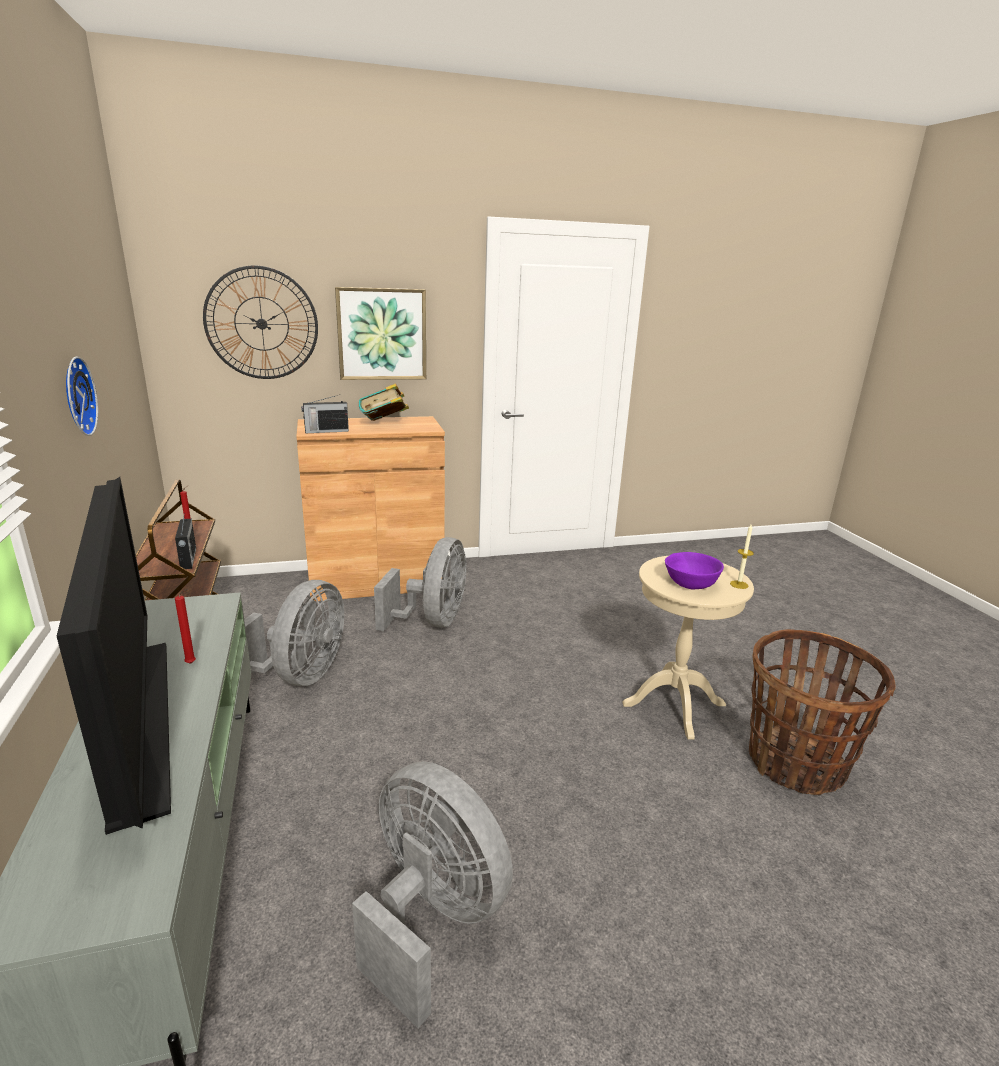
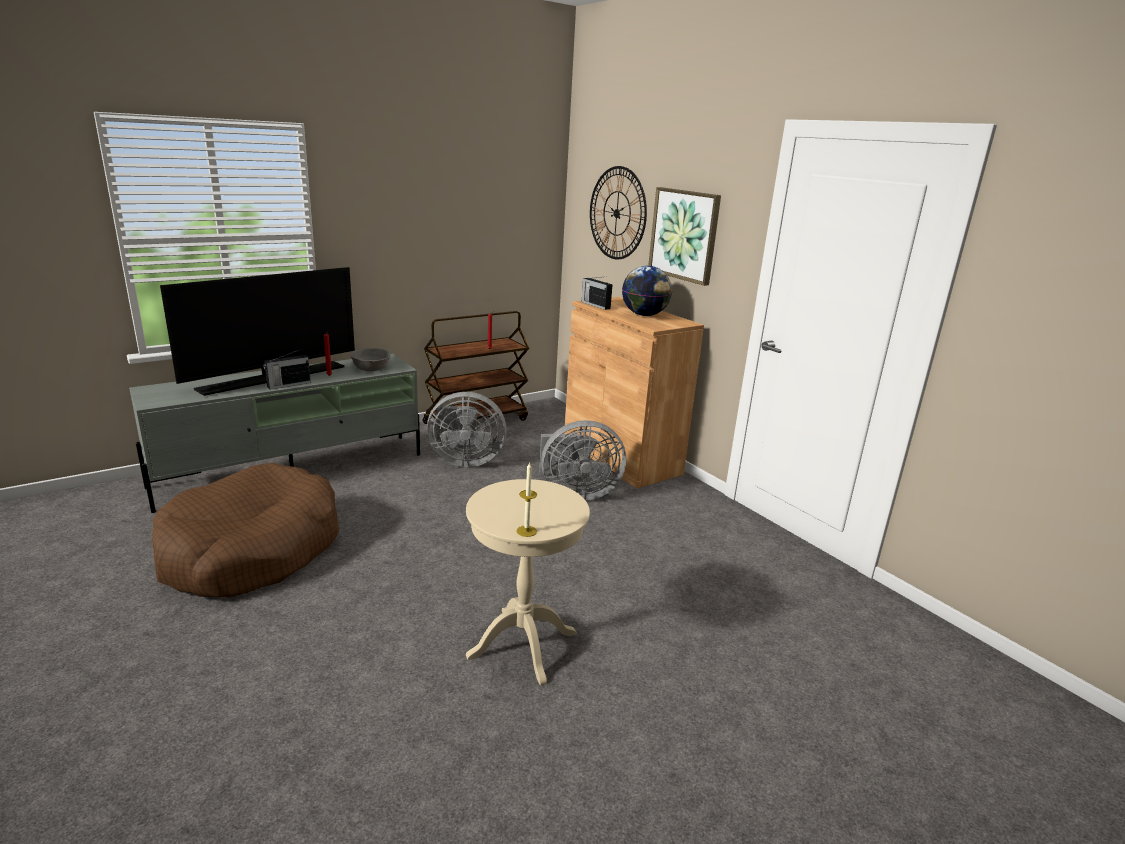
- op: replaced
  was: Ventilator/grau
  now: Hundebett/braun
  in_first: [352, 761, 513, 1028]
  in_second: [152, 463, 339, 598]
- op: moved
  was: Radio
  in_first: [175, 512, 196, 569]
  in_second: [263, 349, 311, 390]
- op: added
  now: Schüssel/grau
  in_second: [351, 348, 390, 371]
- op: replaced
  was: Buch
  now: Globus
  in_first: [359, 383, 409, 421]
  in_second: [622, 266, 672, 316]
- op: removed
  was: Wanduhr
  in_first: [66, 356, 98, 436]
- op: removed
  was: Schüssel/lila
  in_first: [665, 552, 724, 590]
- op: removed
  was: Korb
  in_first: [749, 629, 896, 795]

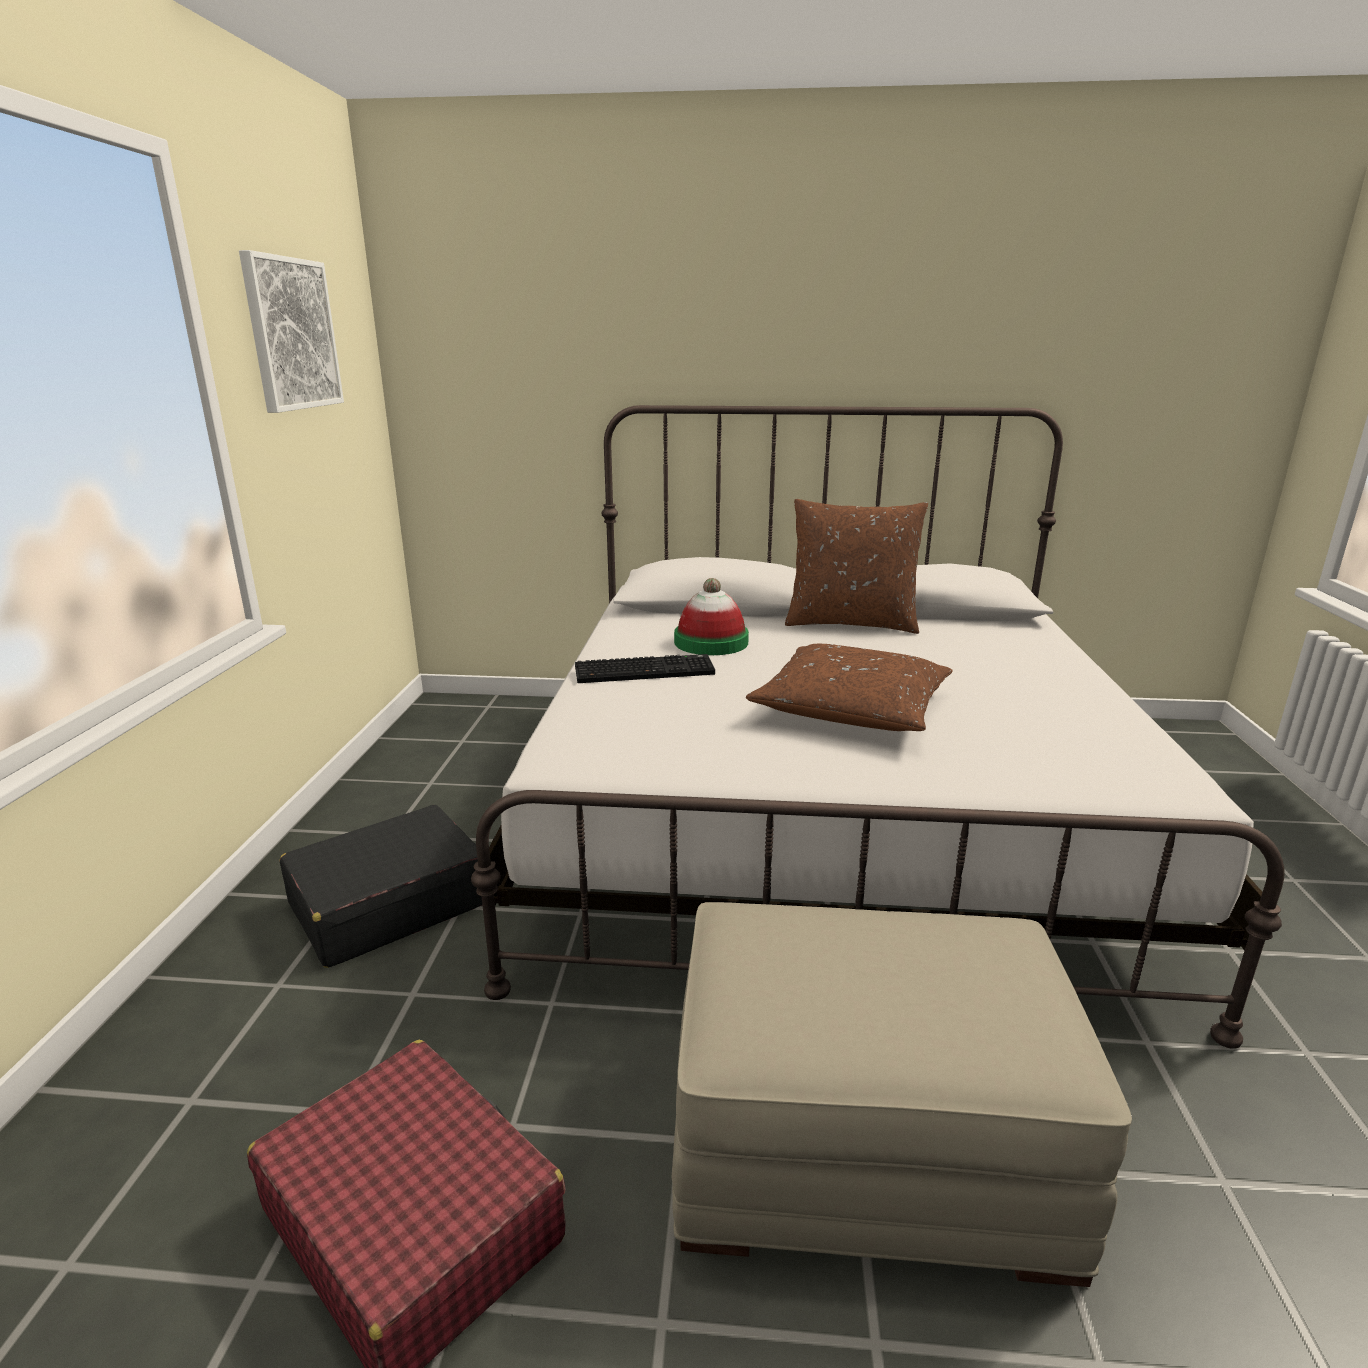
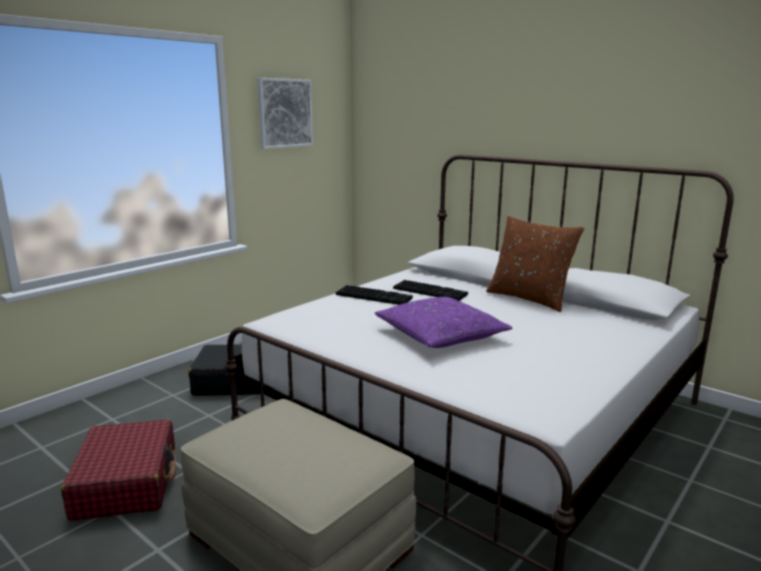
- op: recoloured
  was: Kissen/braun
  now: Kissen/lila
  in_first: [746, 644, 953, 731]
  in_second: [375, 297, 512, 348]
- op: replaced
  was: Hut
  now: Tastatur
  in_first: [674, 578, 749, 655]
  in_second: [393, 280, 468, 301]

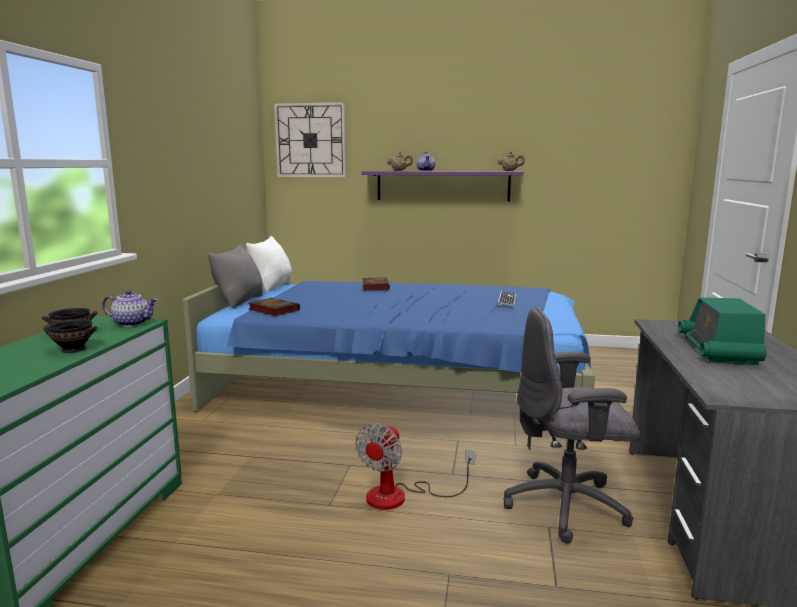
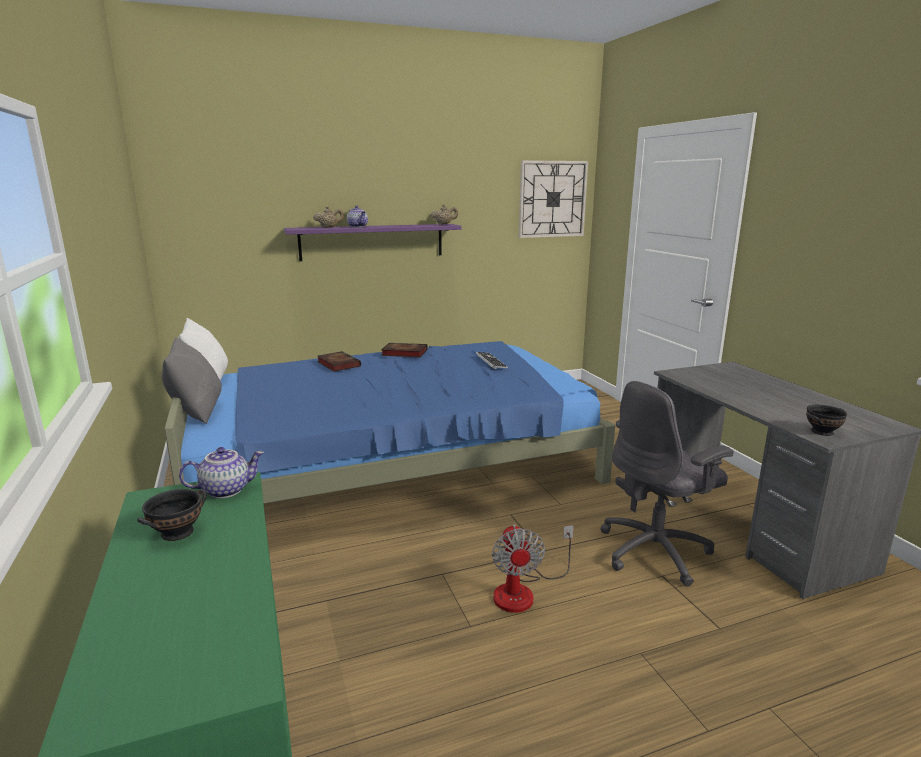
- op: moved
  was: Buch
  in_first: [248, 298, 300, 316]
  in_second: [381, 343, 428, 357]
- op: moved
  was: Wanduhr
  in_first: [274, 102, 346, 177]
  in_second: [519, 160, 588, 238]
- op: moved
  was: Schüssel/schwarz
  in_first: [44, 319, 97, 353]
  in_second: [806, 405, 847, 436]
- op: removed
  was: Radio
  in_first: [678, 298, 767, 365]

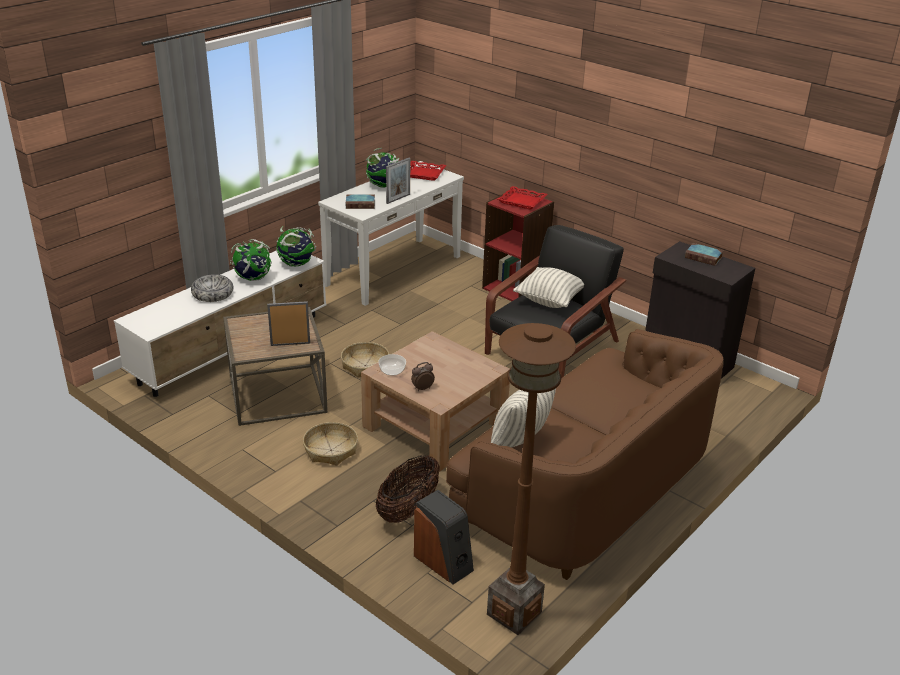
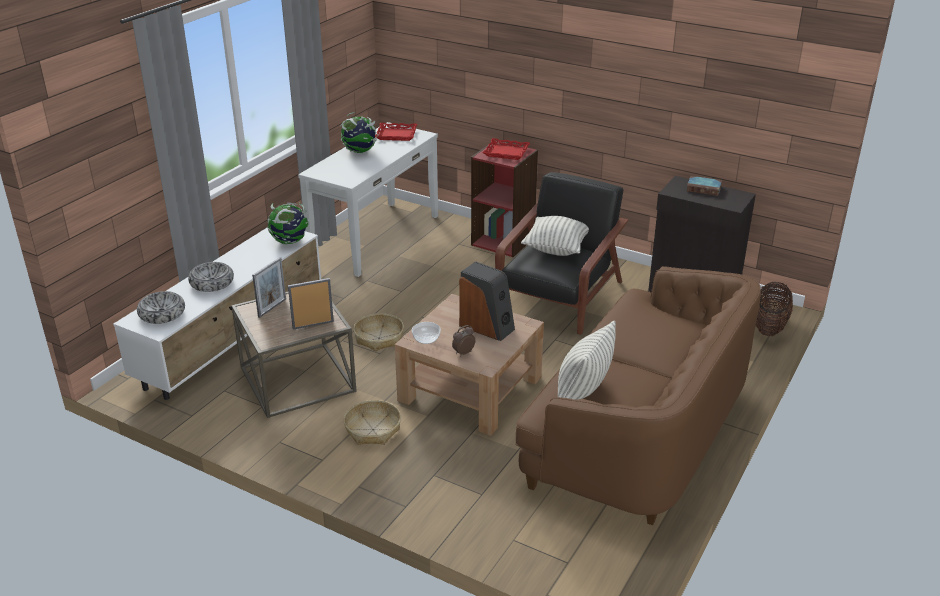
- op: added
  now: Schüssel
  in_second: [137, 291, 185, 324]
- op: moved
  was: Bilderrahmen
  in_first: [386, 158, 410, 204]
  in_second: [252, 257, 286, 318]
- op: moved
  was: Lautsprecher
  in_first: [414, 490, 474, 585]
  in_second: [459, 262, 515, 341]
- op: moved
  was: Korb
  in_first: [376, 455, 440, 523]
  in_second: [756, 282, 793, 336]
- op: removed
  was: Globus
  in_first: [230, 239, 272, 281]
- op: removed
  was: Buch
  in_first: [346, 194, 375, 209]
- op: removed
  was: Stehlampe/braun
  in_first: [487, 323, 576, 635]

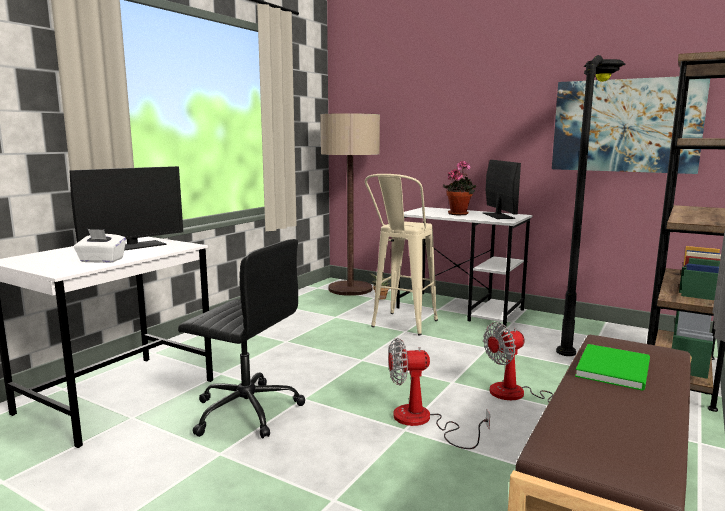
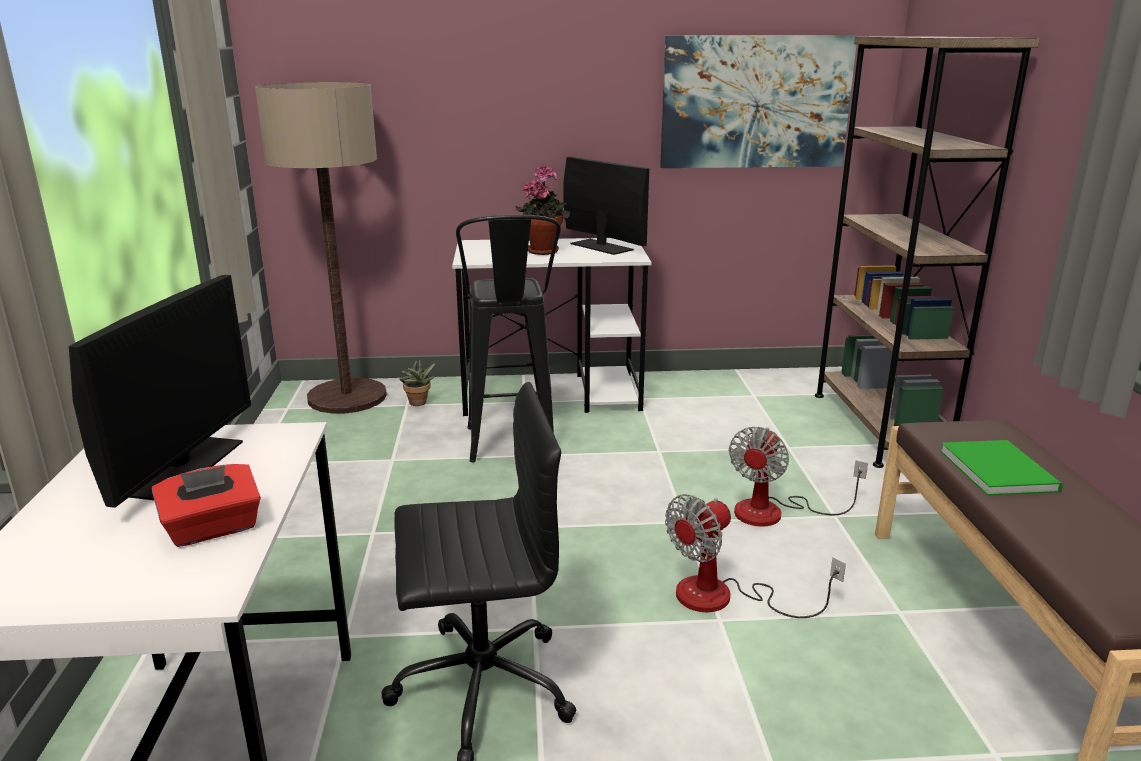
- op: recoloured
  was: Taschentuchbox/weiß
  now: Taschentuchbox/rot
  in_first: [74, 229, 126, 263]
  in_second: [152, 464, 261, 547]
- op: recoloured
  was: Hocker/beige
  now: Hocker/schwarz
  in_first: [365, 174, 438, 335]
  in_second: [456, 215, 561, 463]
- op: removed
  was: Stehlampe/schwarz
  in_first: [556, 55, 625, 356]

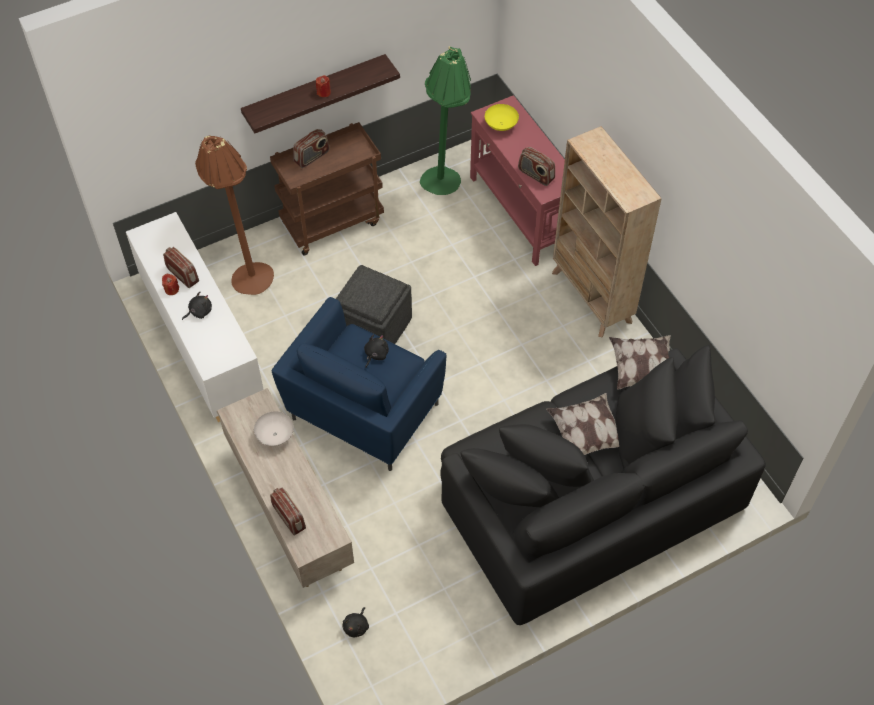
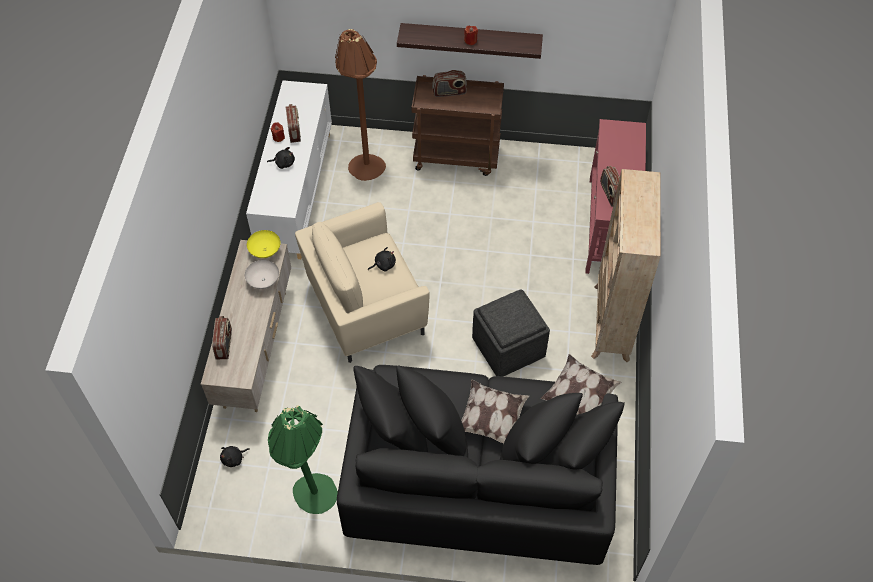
- op: moved
  was: Schüssel/gelb
  in_first: [485, 104, 519, 131]
  in_second: [247, 230, 280, 258]
- op: moved
  was: Stehlampe/grün
  in_first: [420, 46, 471, 195]
  in_second: [268, 405, 338, 514]
- op: recoloured
  was: Sessel/blau
  now: Sessel/beige
  in_first: [272, 297, 446, 471]
  in_second: [295, 202, 430, 363]
- op: moved
  was: Polsterhocker/grau
  in_first: [336, 265, 412, 344]
  in_second: [472, 289, 550, 377]

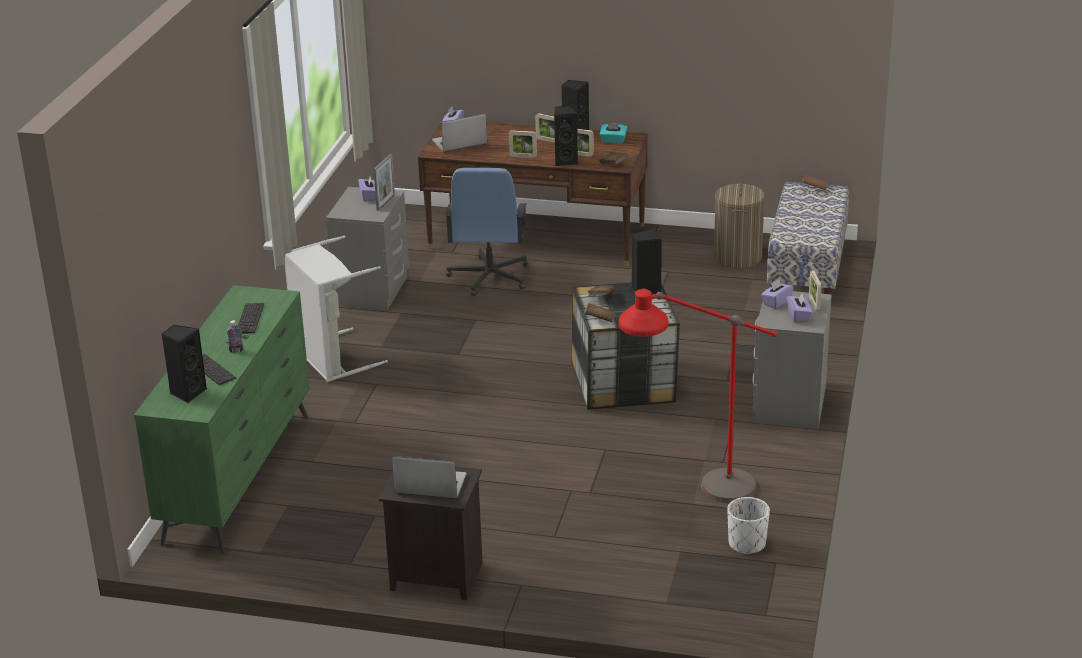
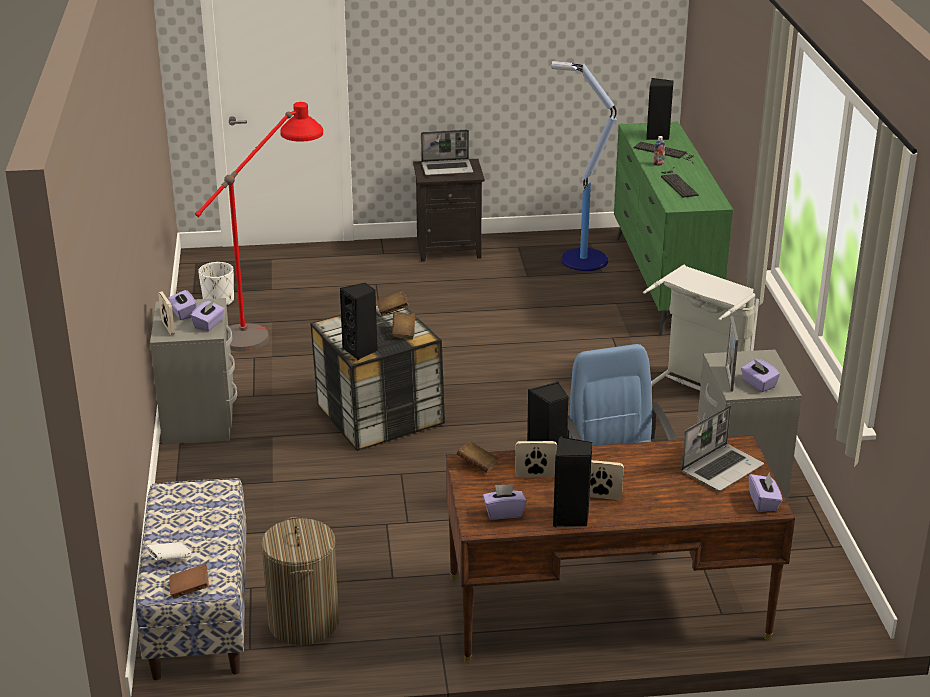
- op: added
  now: Buch/weiß
  in_second: [146, 542, 191, 560]
- op: recoloured
  was: Taschentuchbox/türkis
  now: Taschentuchbox/lila
  in_first: [600, 123, 627, 144]
  in_second: [483, 484, 527, 520]
- op: added
  now: Stehlampe
  in_second: [551, 61, 617, 271]
- op: removed
  was: Bilderrahmen
  in_first: [509, 130, 537, 158]

